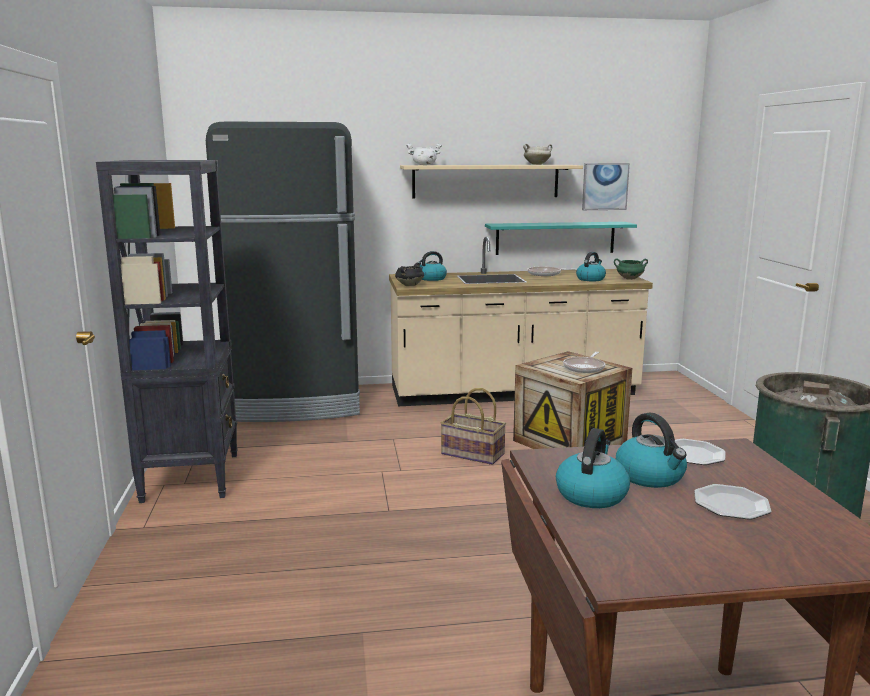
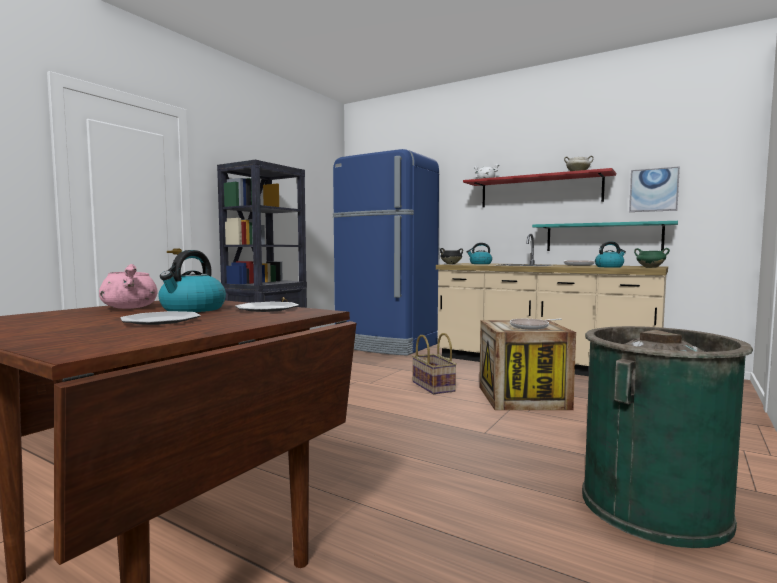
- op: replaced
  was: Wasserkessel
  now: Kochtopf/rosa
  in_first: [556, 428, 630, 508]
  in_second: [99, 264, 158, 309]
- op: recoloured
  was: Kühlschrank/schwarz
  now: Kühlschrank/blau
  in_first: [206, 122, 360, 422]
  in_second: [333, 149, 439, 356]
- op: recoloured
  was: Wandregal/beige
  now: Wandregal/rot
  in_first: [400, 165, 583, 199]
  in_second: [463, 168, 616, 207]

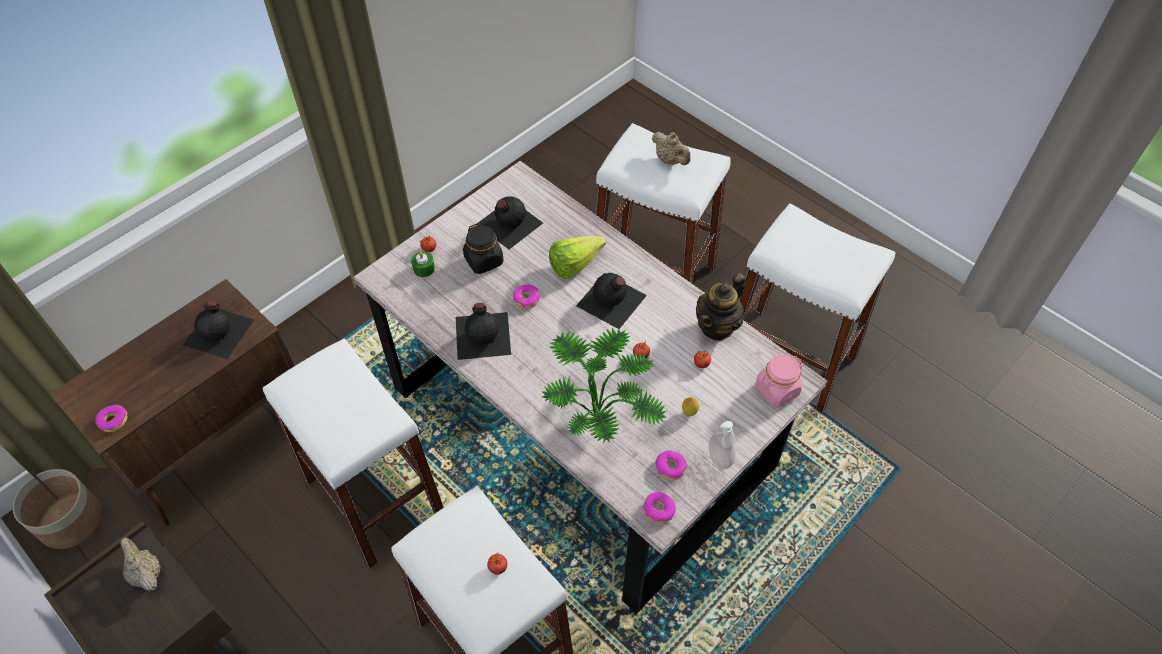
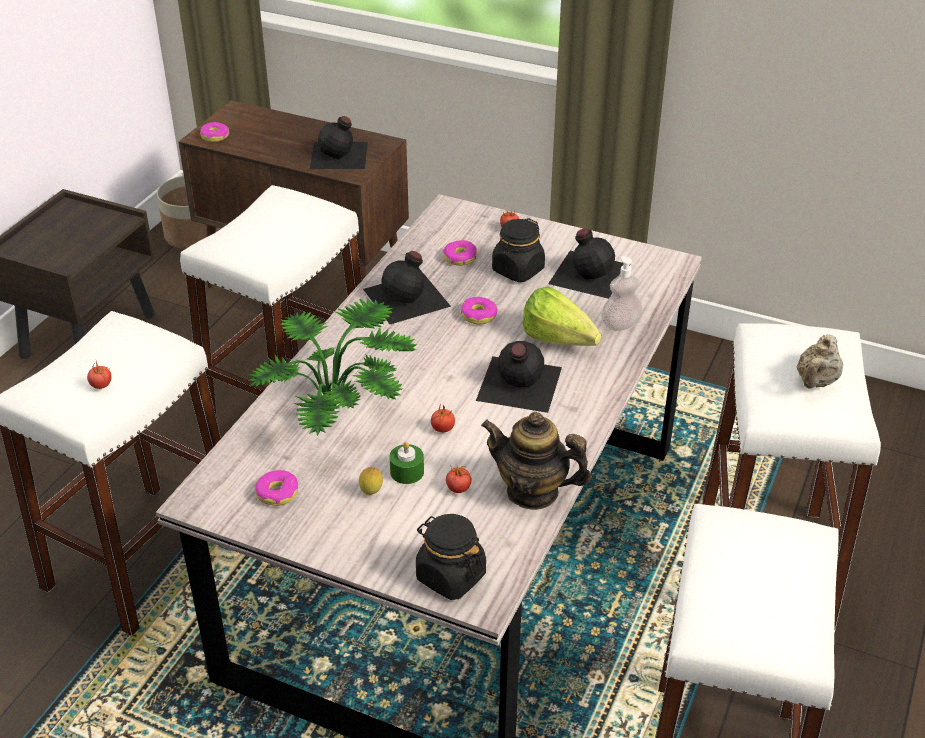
- op: moved
  was: Kerze/grün
  in_first: [411, 251, 435, 277]
  in_second: [389, 442, 424, 484]
- op: recoloured
  was: Vorratsglas/rosa
  now: Vorratsglas/schwarz
  in_first: [755, 355, 803, 407]
  in_second: [416, 514, 486, 600]
- op: moved
  was: Donut
  in_first: [643, 492, 676, 524]
  in_second: [443, 240, 477, 266]
- op: moved
  was: Seifenspender
  in_first: [709, 421, 736, 469]
  in_second: [601, 256, 642, 331]
- op: removed
  was: Teekanne/beige
  in_first: [120, 538, 161, 592]

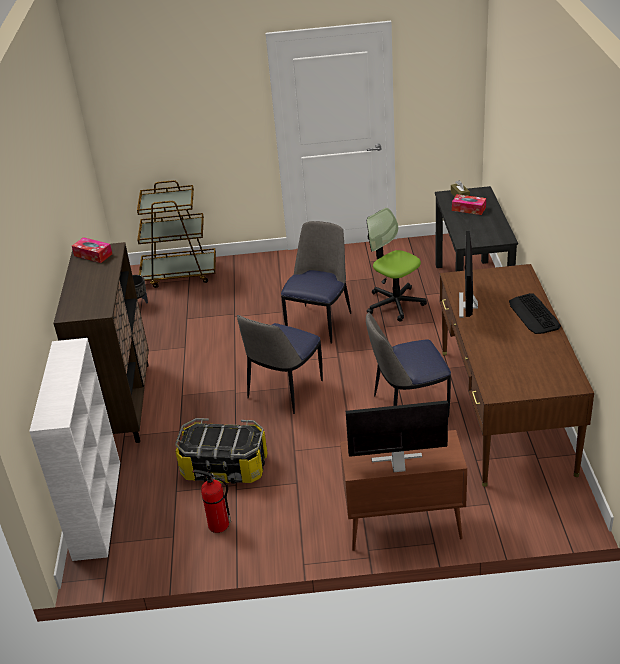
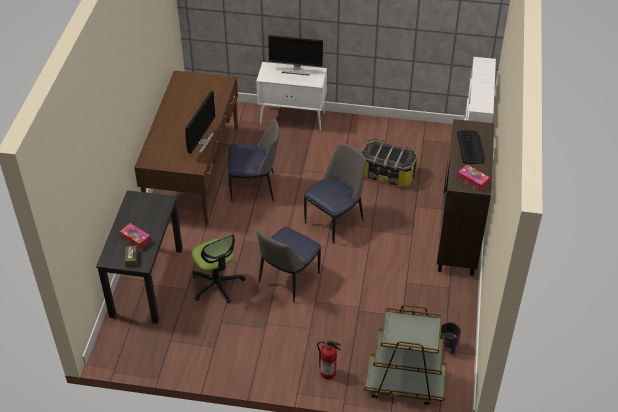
- op: recoloured
  was: Schrank/braun
  now: Schrank/weiß
  in_first: [340, 430, 467, 551]
  in_second: [256, 62, 327, 131]
- op: moved
  was: Feuerlöscher
  in_first: [192, 470, 231, 533]
  in_second: [317, 341, 341, 379]
- op: moved
  was: Tastatur
  in_first: [509, 293, 561, 334]
  in_second: [457, 130, 485, 164]

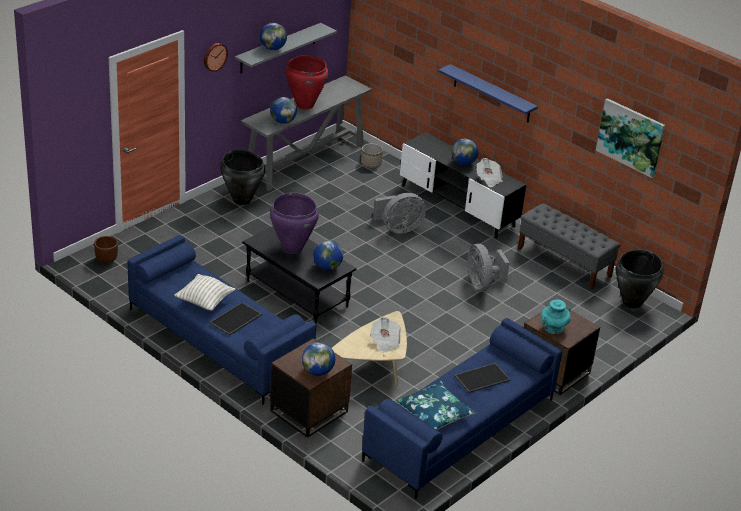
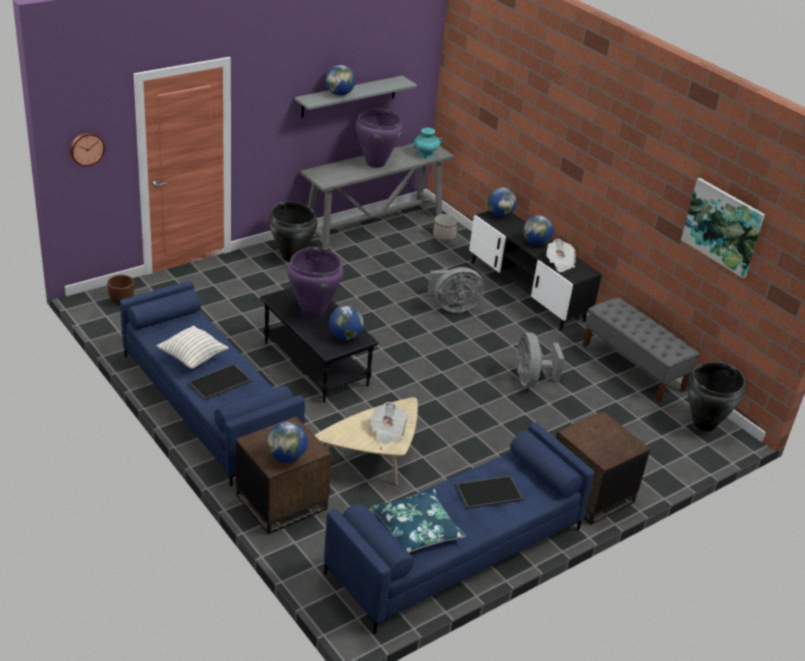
- op: moved
  was: Wanduhr
  in_first: [204, 43, 228, 72]
  in_second: [70, 133, 105, 166]
- op: recoloured
  was: Vase/rot
  now: Vase/lila
  in_first: [285, 55, 328, 109]
  in_second: [355, 109, 402, 168]
- op: moved
  was: Vase/türkis
  in_first: [541, 300, 571, 334]
  in_second: [412, 128, 443, 159]
- op: moved
  was: Globus
  in_first: [270, 97, 297, 124]
  in_second: [487, 187, 517, 216]
- op: removed
  was: Wandregal/blau
  in_first: [438, 64, 538, 122]

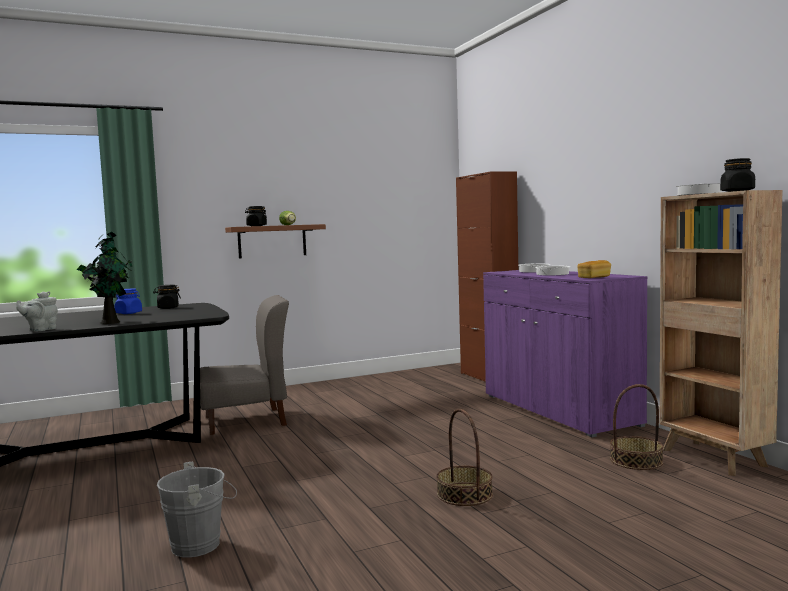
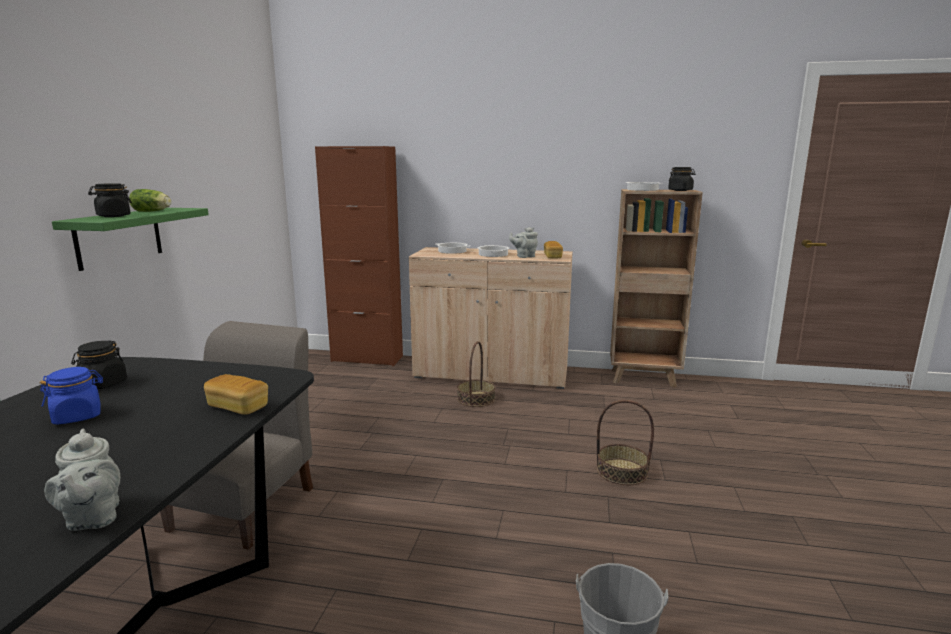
- op: recoloured
  was: Wandregal/braun
  now: Wandregal/grün
  in_first: [225, 224, 326, 259]
  in_second: [52, 208, 209, 271]
- op: added
  now: Brot
  in_second: [204, 374, 268, 415]
- op: recoloured
  was: Schrank/lila
  now: Schrank/beige
  in_first: [483, 270, 648, 437]
  in_second: [409, 247, 573, 389]
- op: moved
  was: Korb
  in_first: [610, 384, 663, 470]
  in_second: [457, 341, 496, 407]
- op: added
  now: Teekanne/grau
  in_second: [509, 227, 538, 258]
- op: removed
  was: Topfpflanze
  in_first: [76, 232, 133, 324]

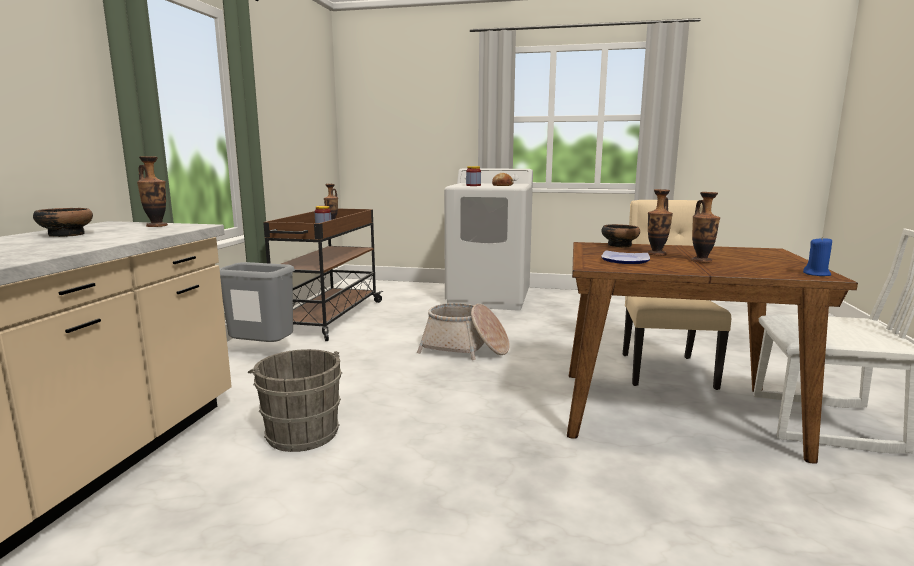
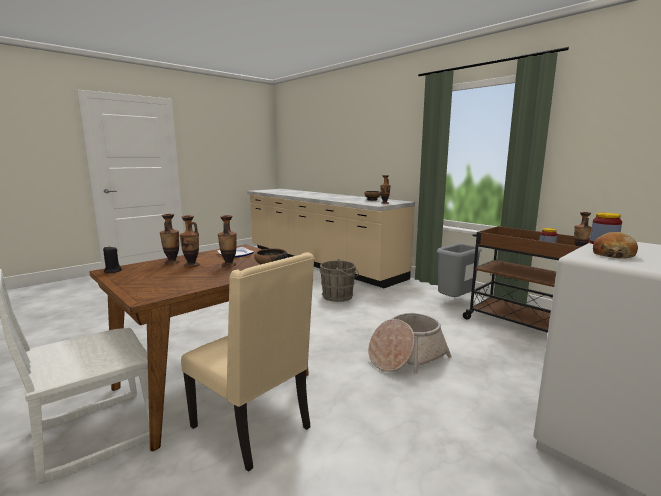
- op: recoloured
  was: Kerze/blau
  now: Kerze/schwarz
  in_first: [803, 236, 832, 276]
  in_second: [103, 246, 122, 274]
- op: added
  now: Vase
  in_second: [160, 214, 180, 264]

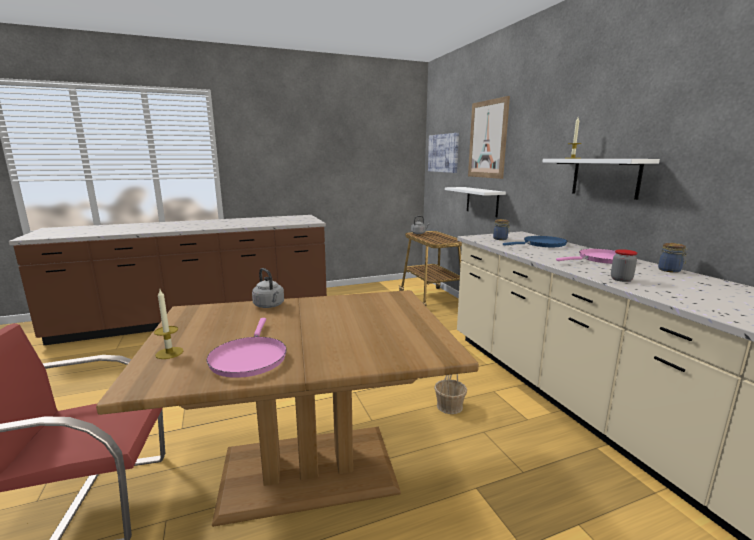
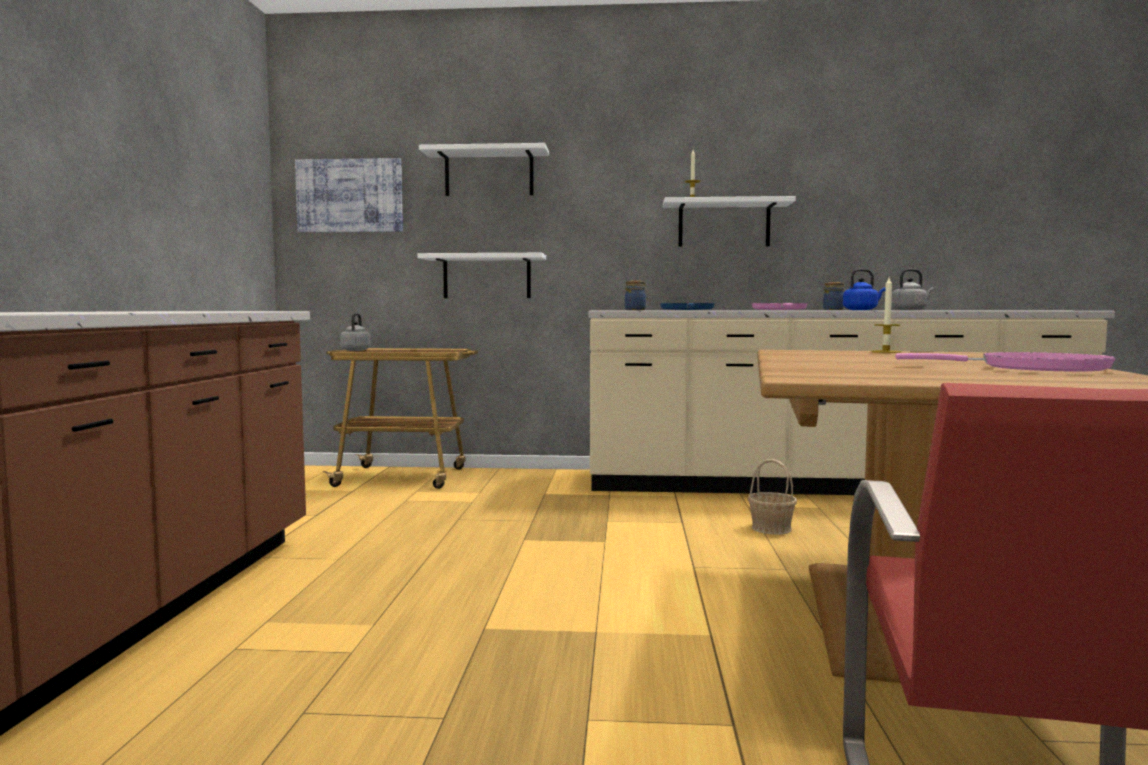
- op: replaced
  was: Bild
  now: Wandregal/weiß
  in_first: [468, 96, 510, 179]
  in_second: [419, 143, 549, 196]
- op: replaced
  was: Vorratsglas
  now: Wasserkessel/blau
  in_first: [611, 249, 637, 282]
  in_second: [843, 269, 885, 310]
- op: moved
  was: Kerze
  in_first: [154, 290, 184, 359]
  in_second: [871, 278, 901, 353]
- op: moved
  was: Wasserkessel/grau
  in_first: [252, 268, 284, 308]
  in_second: [891, 269, 934, 310]

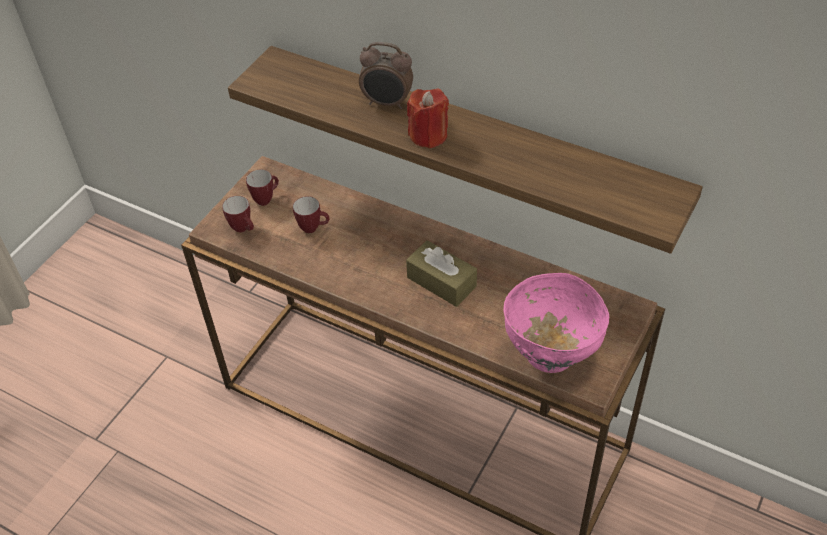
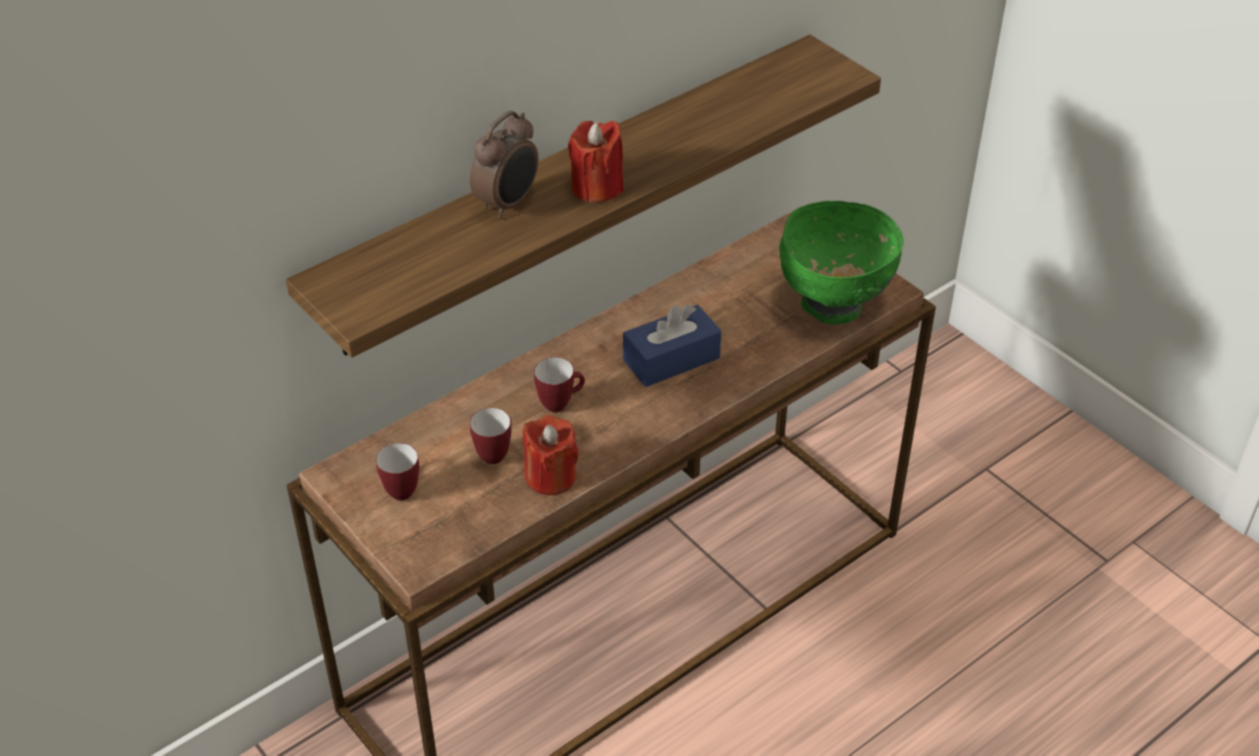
- op: added
  now: Kerze/rot
  in_second: [523, 415, 579, 495]
- op: moved
  was: Henkelbecher
  in_first: [222, 196, 254, 232]
  in_second: [534, 357, 585, 412]
- op: recoloured
  was: Taschentuchbox/braun
  now: Taschentuchbox/blau
  in_first: [406, 240, 477, 307]
  in_second: [623, 304, 721, 387]
- op: recoloured
  was: Schüssel/rosa
  now: Schüssel/grün
  in_first: [503, 273, 609, 373]
  in_second: [780, 201, 903, 324]

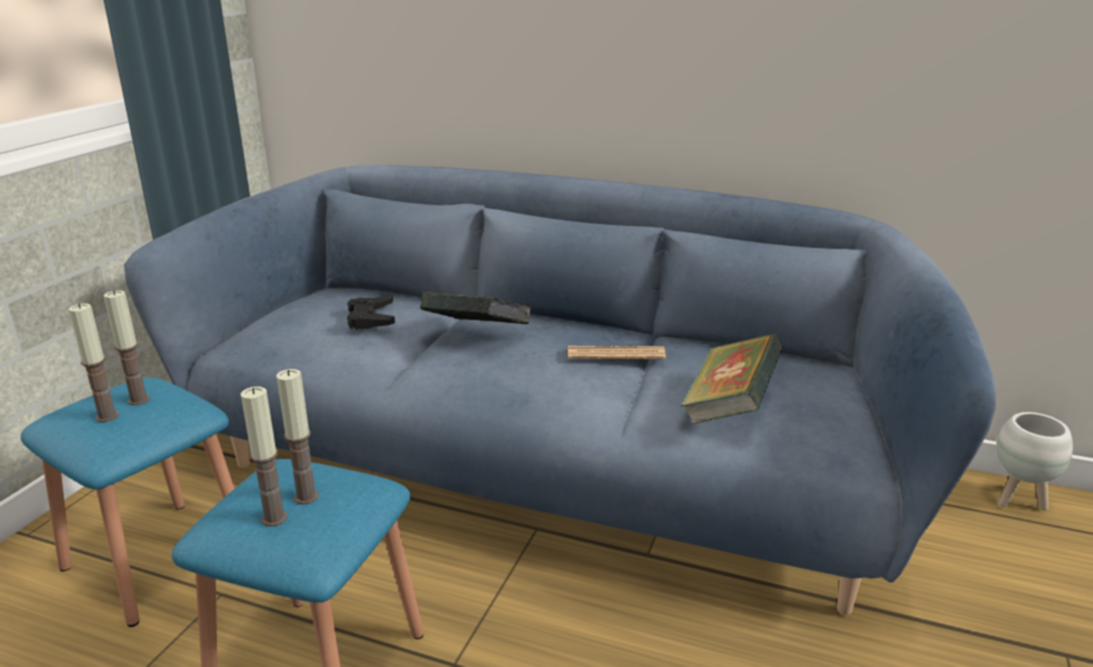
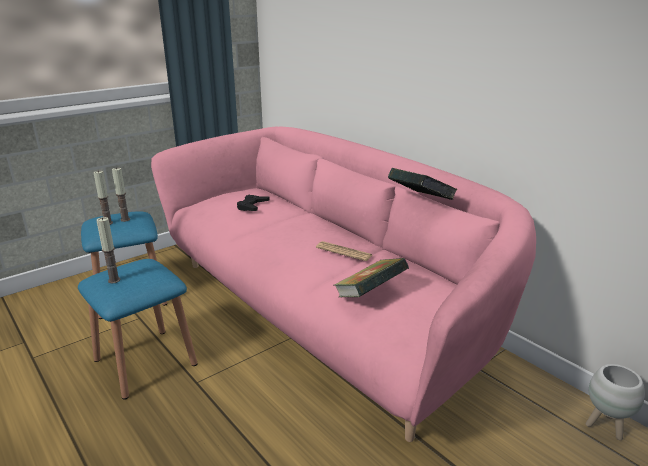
- op: recoloured
  was: Sofa/blau
  now: Sofa/rosa
  in_first: [124, 165, 996, 615]
  in_second: [151, 127, 536, 442]
- op: moved
  was: Buch
  in_first: [420, 292, 531, 324]
  in_second: [388, 168, 458, 200]
- op: removed
  was: Kerze
  in_first: [276, 369, 319, 505]

